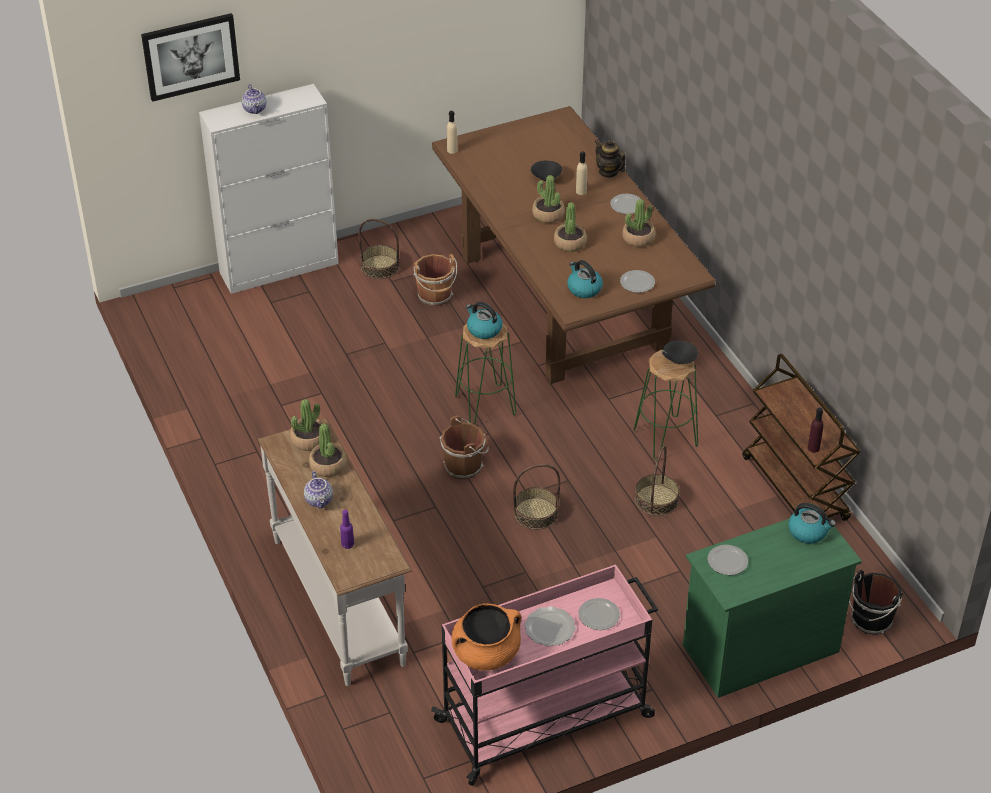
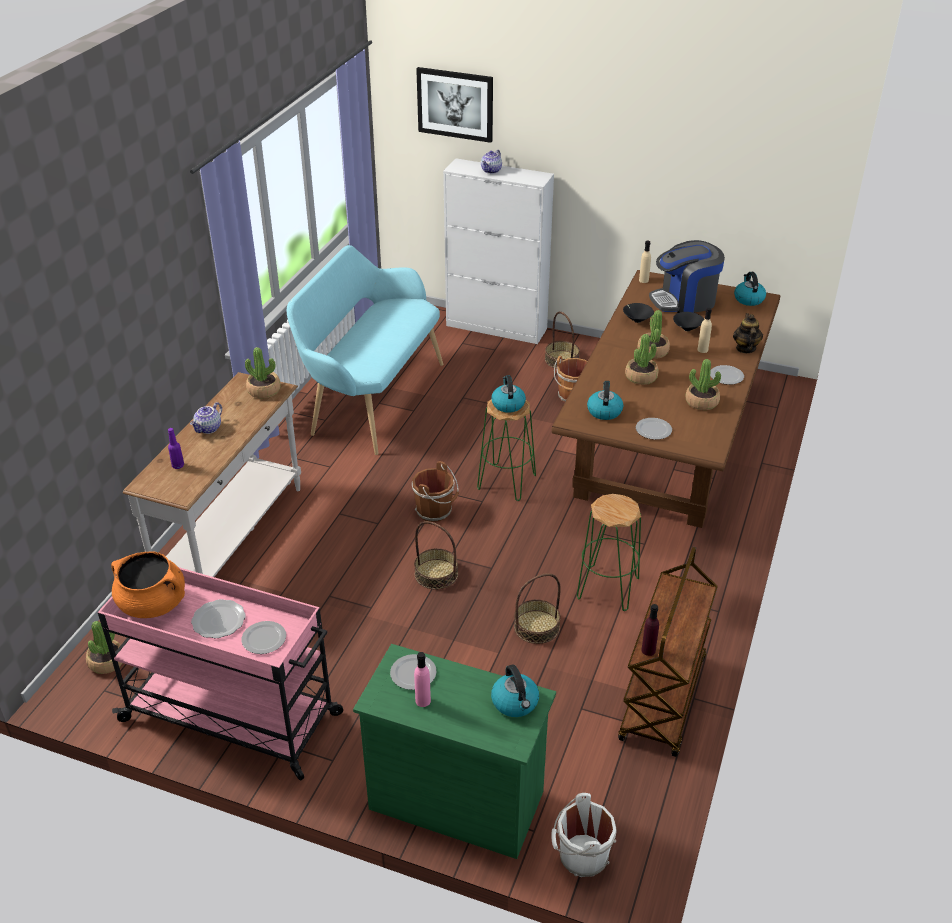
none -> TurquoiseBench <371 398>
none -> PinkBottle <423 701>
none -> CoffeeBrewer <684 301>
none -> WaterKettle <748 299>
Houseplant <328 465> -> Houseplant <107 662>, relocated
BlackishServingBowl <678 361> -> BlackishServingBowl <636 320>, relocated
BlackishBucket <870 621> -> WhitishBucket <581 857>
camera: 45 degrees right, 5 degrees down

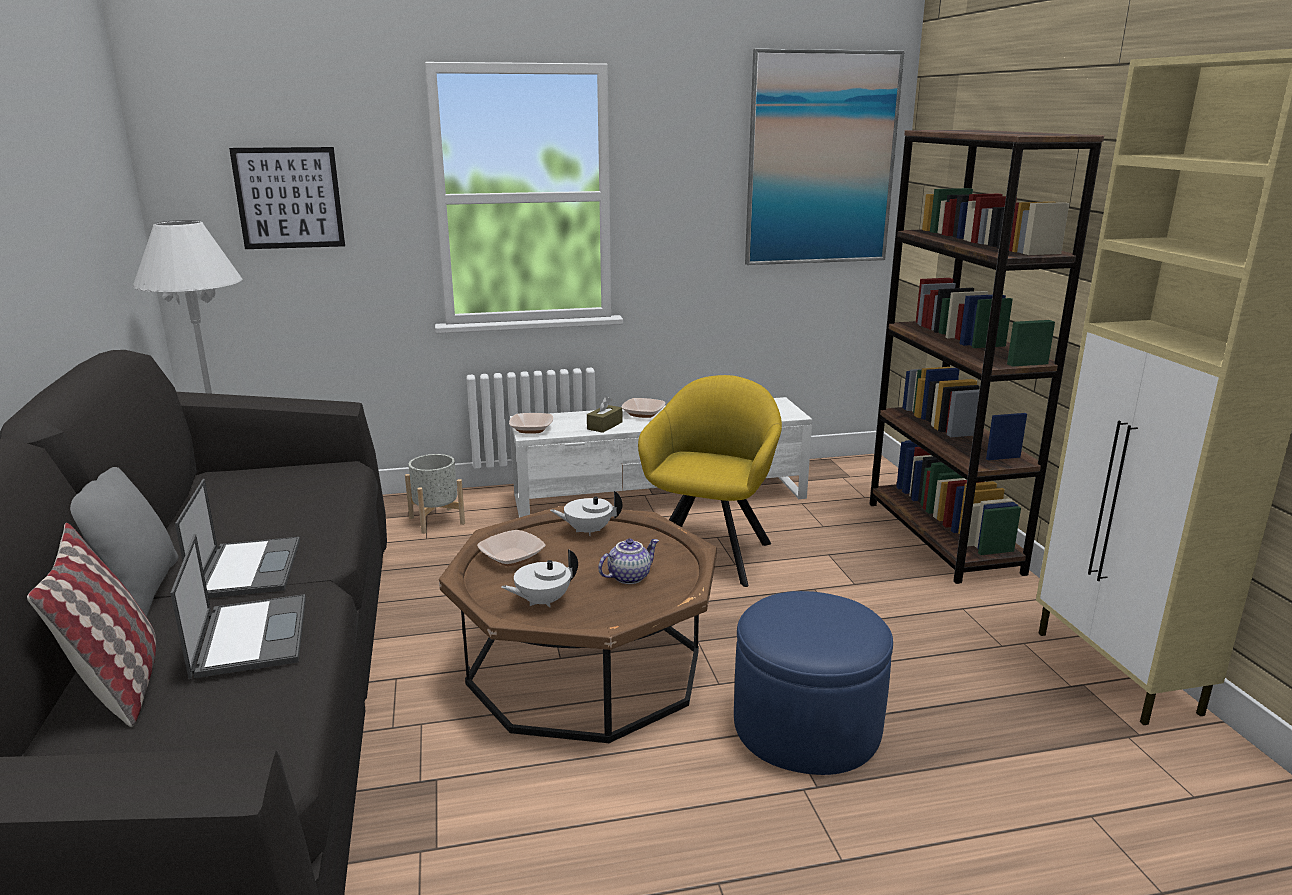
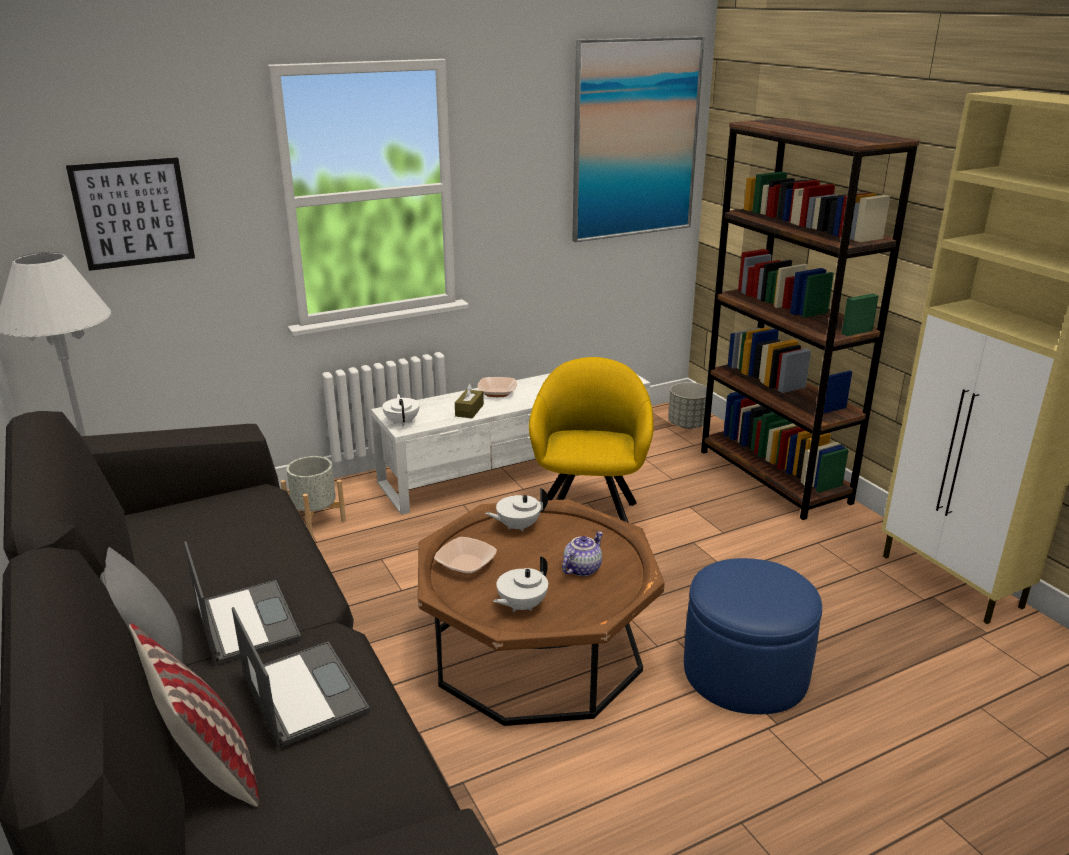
none -> GrayPlanter <688 424>
ServingBowl <531 429> -> WhitishPotForTea <402 422>
camera: 15 degrees left, 5 degrees up

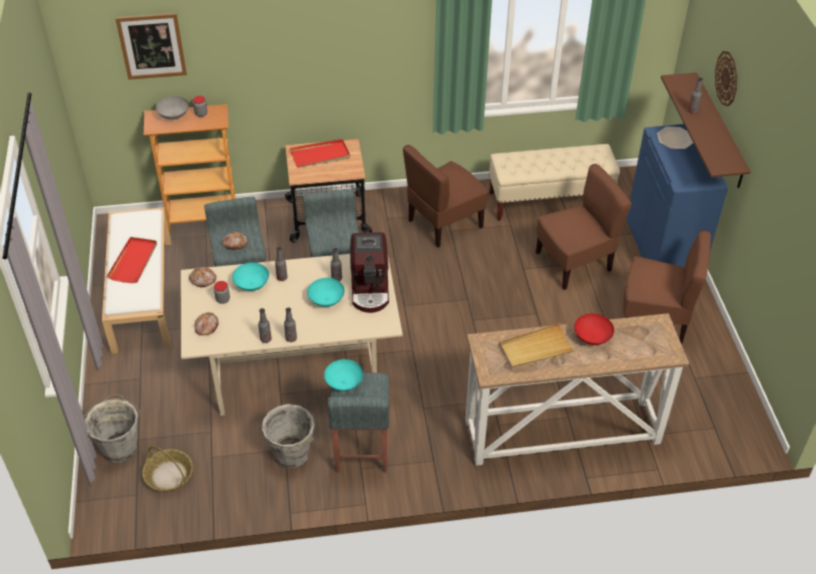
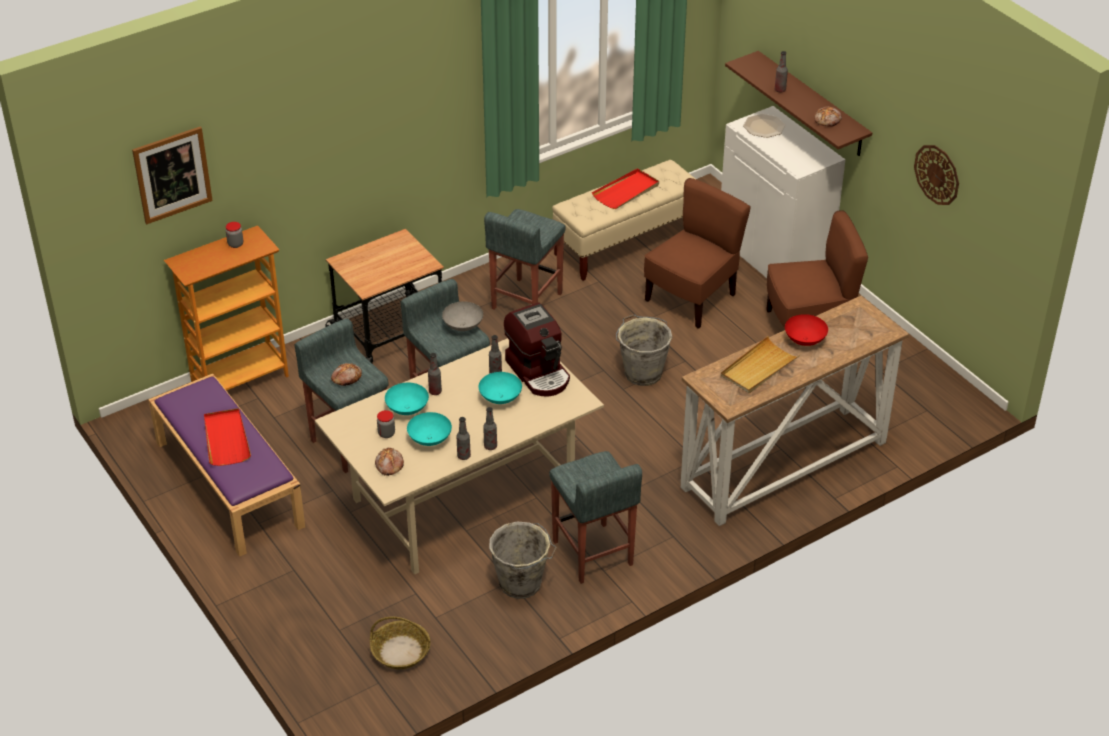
GrayBucket <120 447> -> GrayBucket <642 372>, relocated
GrayServingBowl <174 116> -> GrayServingBowl <463 326>, relocated
Bread <203 280> -> Bread <827 120>, relocated
RedTray <320 155> -> RedTray <626 191>, relocated
TurquoiseServingBowl <343 383> -> TurquoiseServingBowl <429 440>, relocated
ClockOnTheWall <727 78> -> ClockOnTheWall <937 174>, relocated
BrownishPlainChair <444 223> -> GraySittingStool <526 301>
WhitishBench <142 293> -> PurpleBench <228 483>
BlueColouredStorageCabinet <664 249> -> WhitishStorageCabinet <775 257>
camera: 25 degrees left, 5 degrees down

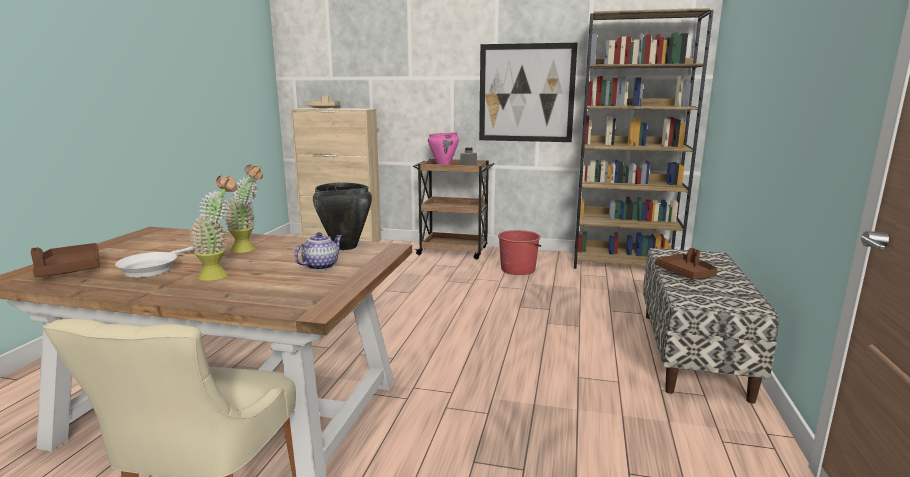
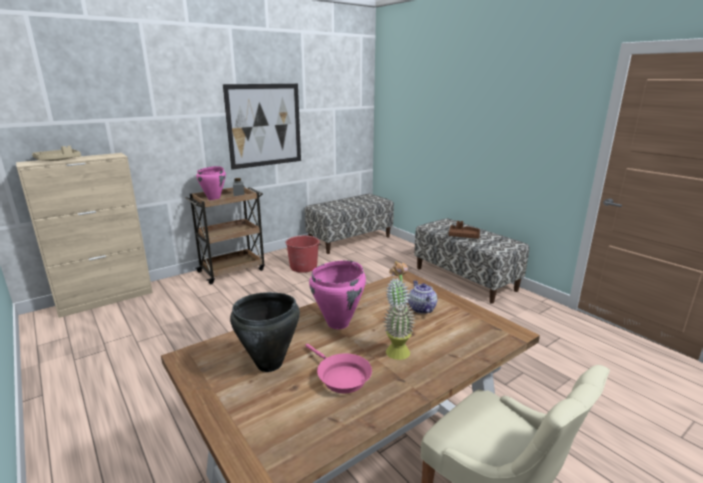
BrownishTray <70 269> -> none
BlackishCookingPot <345 247> -> BlackishCookingPot <270 364>, relocated
Houseplant <249 249> -> PinkCookingPot <338 323>
BrownishBookcase <624 264> -> Bench <350 240>
WhitishFryingPan <152 269> -> PinkFryingPan <340 377>
camera: 50 degrees left, 5 degrees up

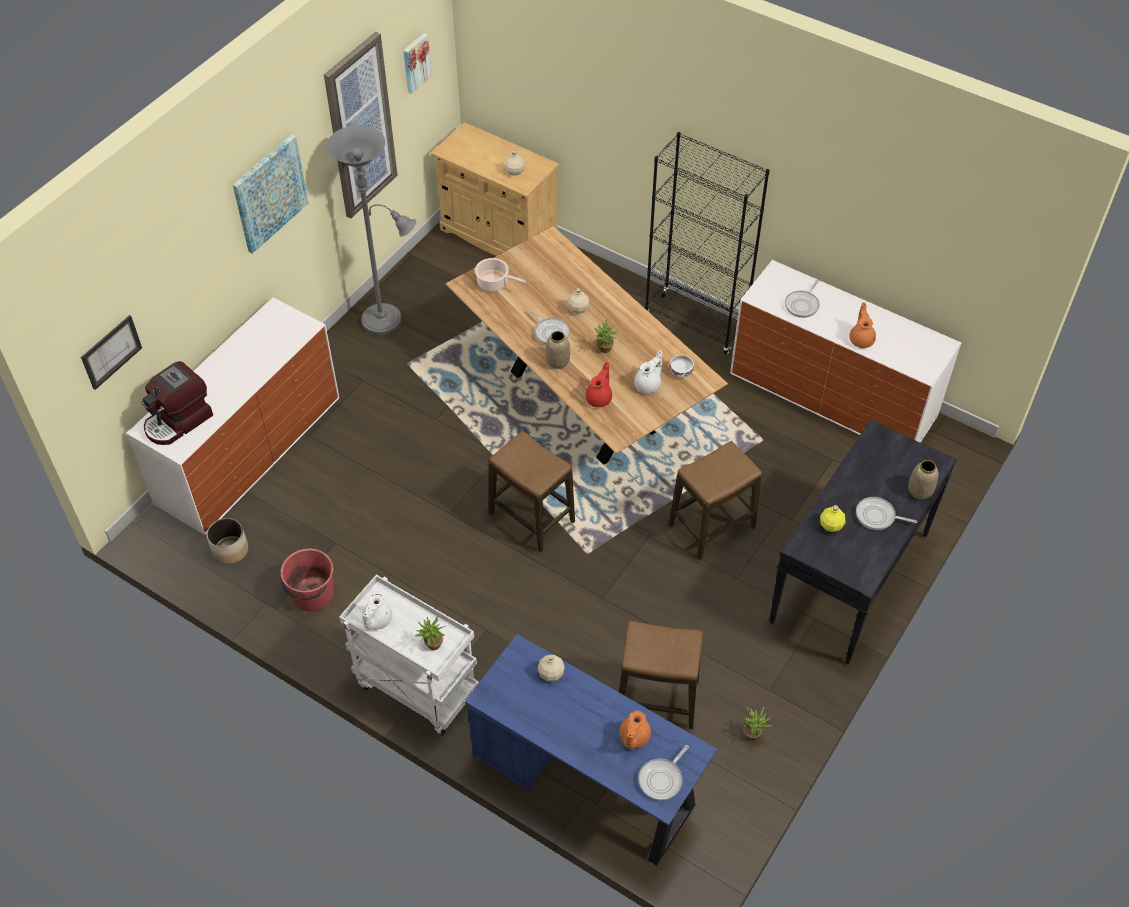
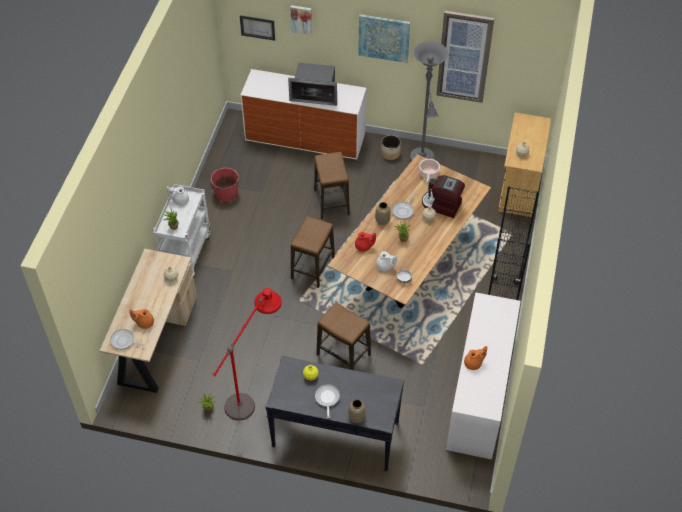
FryingPan <802 304> -> none
none -> RedFloorLamp <253 392>
none -> MicrowaveOven <315 94>
CoffeeBrewer <179 422> -> CoffeeBrewer <441 205>, relocated
Planter <230 550> -> Planter <390 153>, relocated
WallArt <415 62> -> WallArt <301 19>, relocated
SittingStool <657 699> -> SittingStool <331 202>, relocated
BlueColouredDeskTable <587 782> -> SandColouredDeskTable <155 341>
camera: 70 degrees right, 0 degrees up

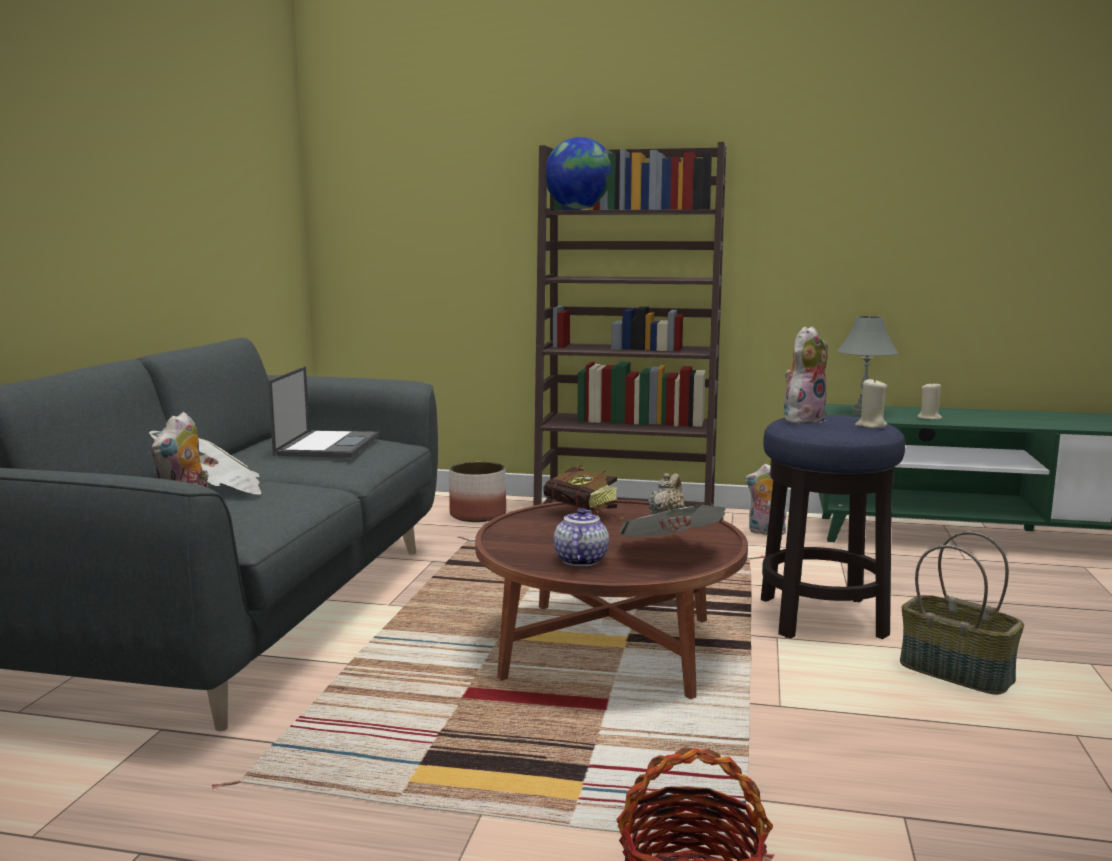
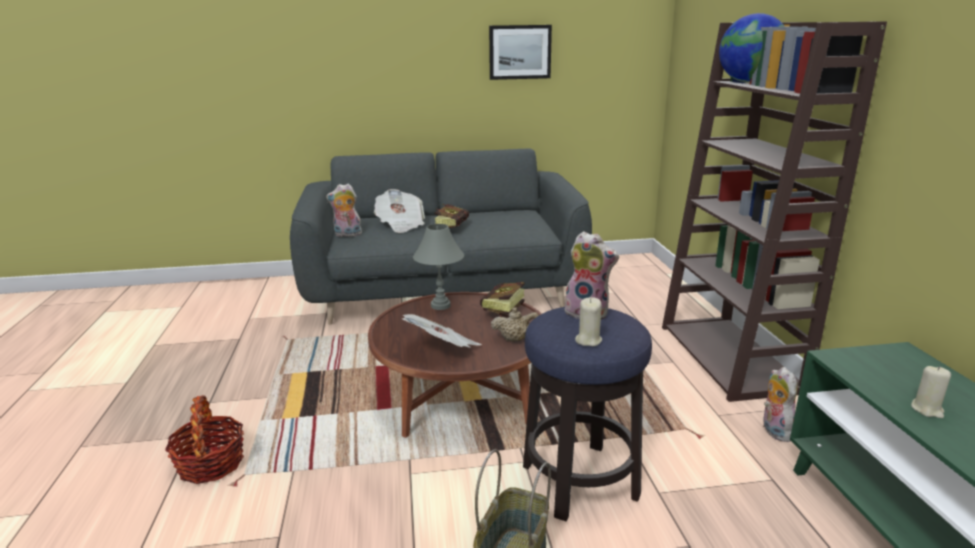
PortableComputer <328 445> -> none
Planter <478 515> -> none
PotForTea <580 560> -> none
none -> Volume <453 227>
none -> WallArt <520 52>
GrayLampForATable <863 413> -> GrayLampForATable <440 305>, relocated
camera: 70 degrees right, 10 degrees up

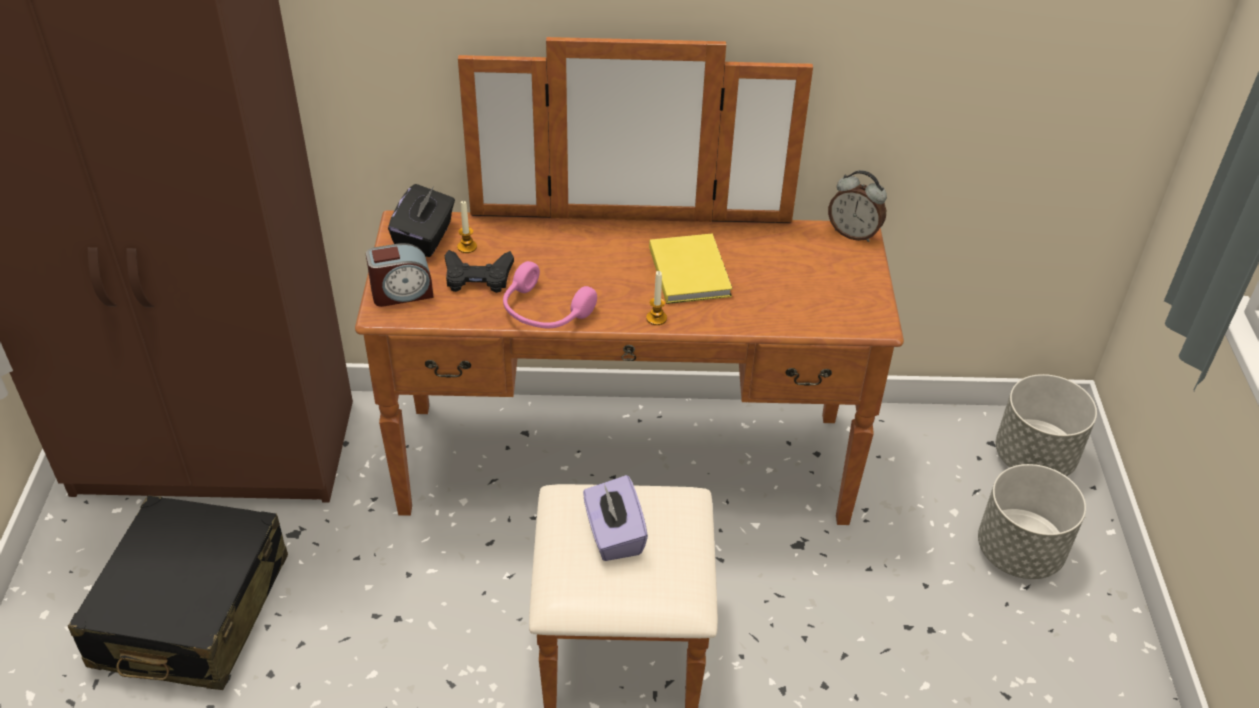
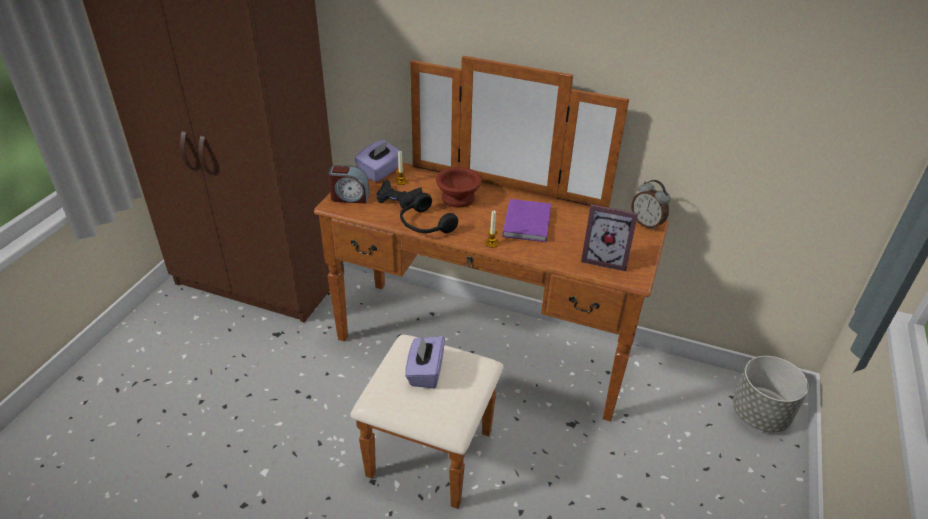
BlackishPieceOfLuggage <191 611> -> none
GrayPlanter <1019 551> -> none
none -> BrownishServingBowl <459 197>
none -> StandingFrame <605 259>
BlackishTissueHolder <425 238> -> PurpleTissueHolder <380 172>
PinkHeadset <543 312> -> BlackishHeadset <424 225>
YellowishVolume <690 270> -> PurpleVolume <528 222>
camera: 20 degrees right, 5 degrees down

